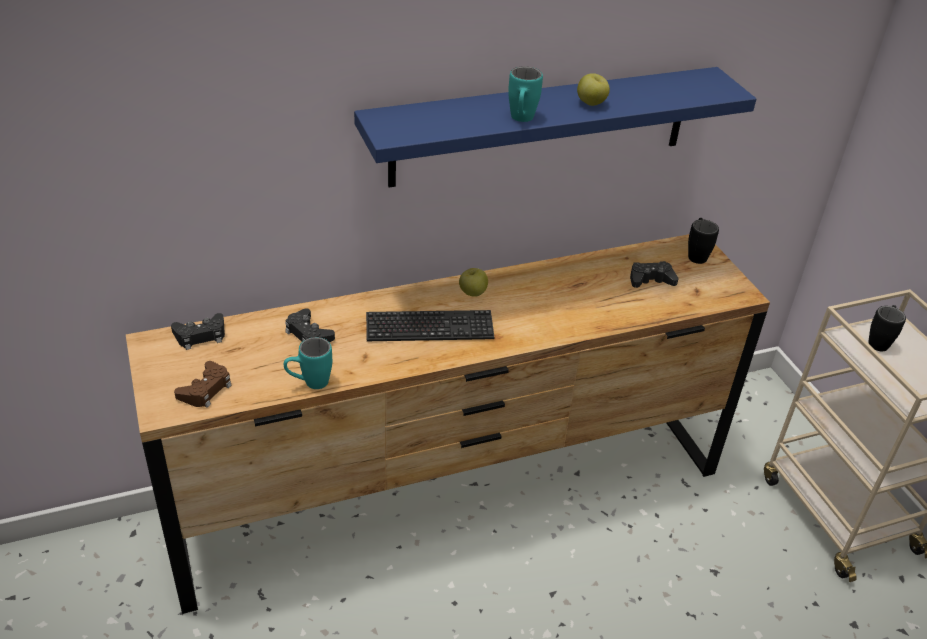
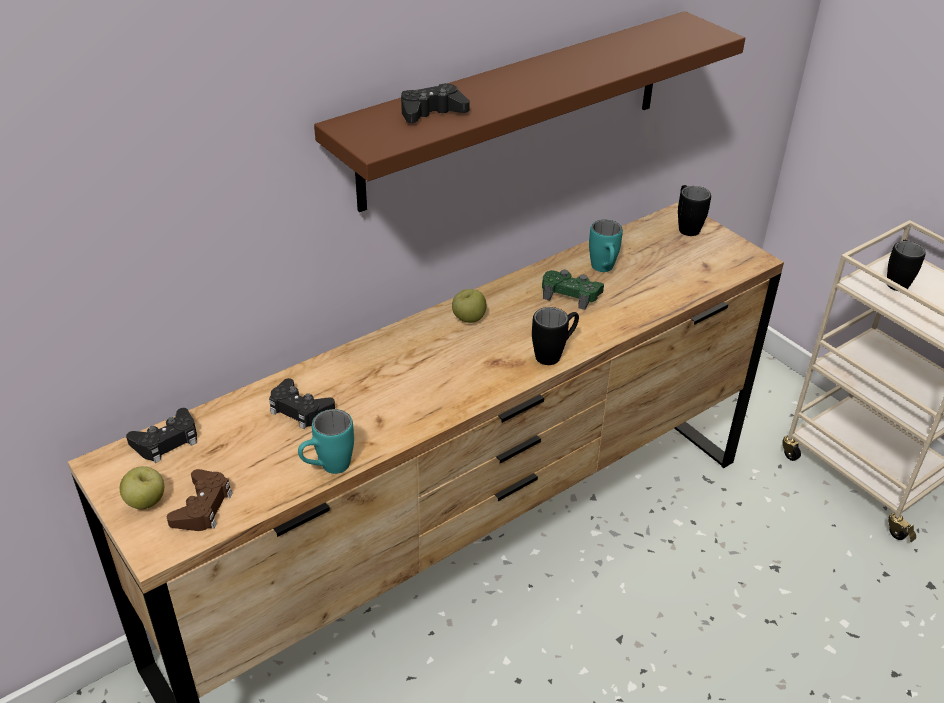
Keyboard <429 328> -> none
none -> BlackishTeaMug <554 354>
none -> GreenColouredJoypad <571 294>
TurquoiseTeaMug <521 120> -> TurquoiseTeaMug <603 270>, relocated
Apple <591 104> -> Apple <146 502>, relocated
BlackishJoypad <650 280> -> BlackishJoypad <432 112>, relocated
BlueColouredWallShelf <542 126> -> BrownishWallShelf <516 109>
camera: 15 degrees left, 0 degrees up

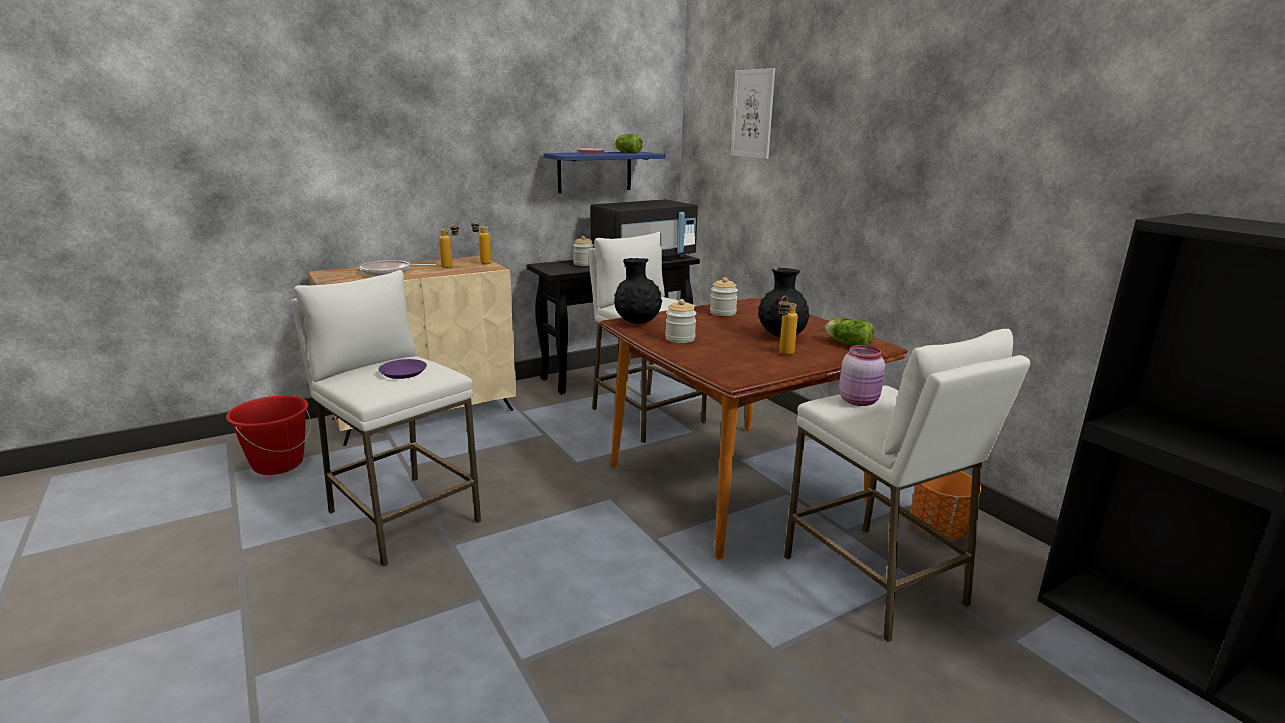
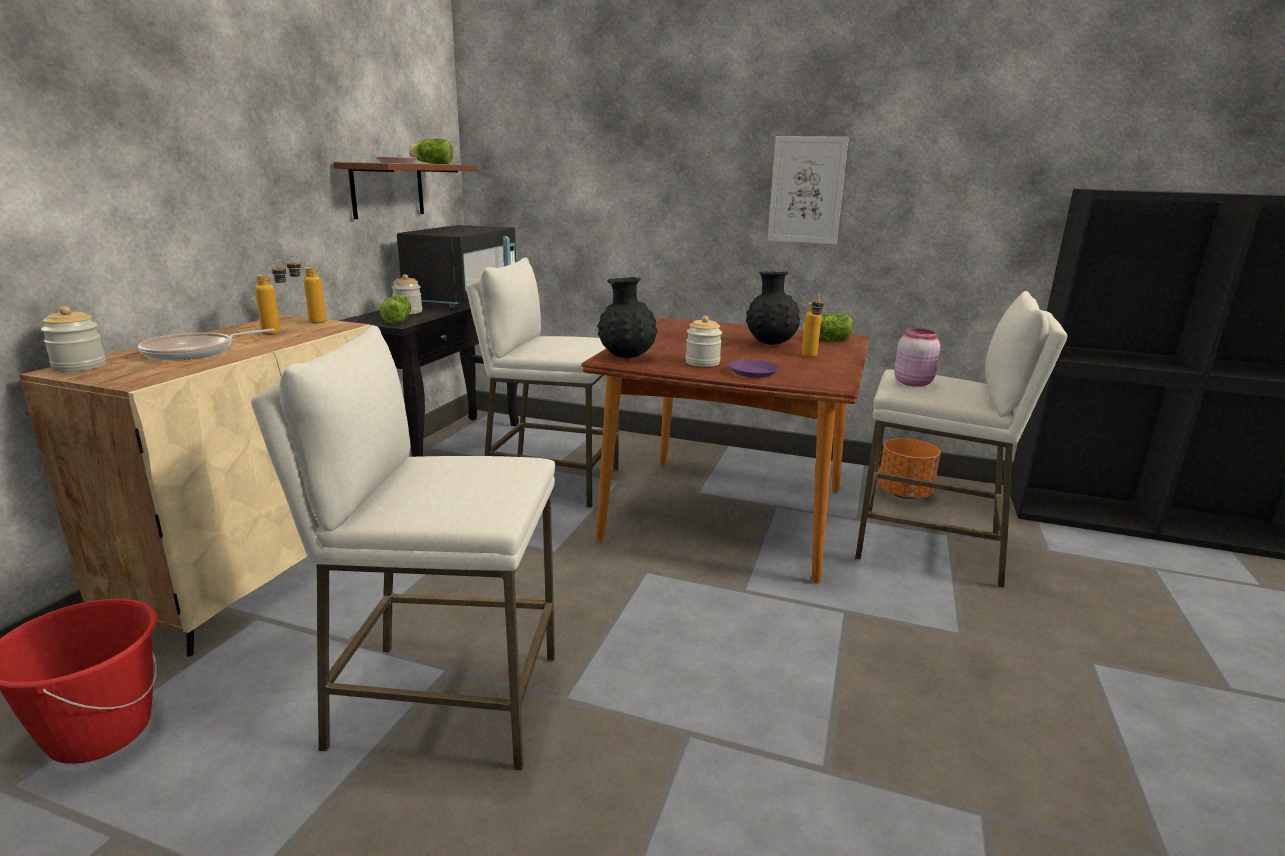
none -> HeadOfLettuce <398 320>
PurplePlate <403 372> -> PurplePlate <753 372>, relocated
PreserveJar <723 312> -> PreserveJar <79 366>, relocated
WallArt <752 114> -> WallArt <806 190>, relocated
BlueColouredWallShelf <594 172> -> BrownishWallShelf <388 190>
camera: 40 degrees left, 0 degrees up

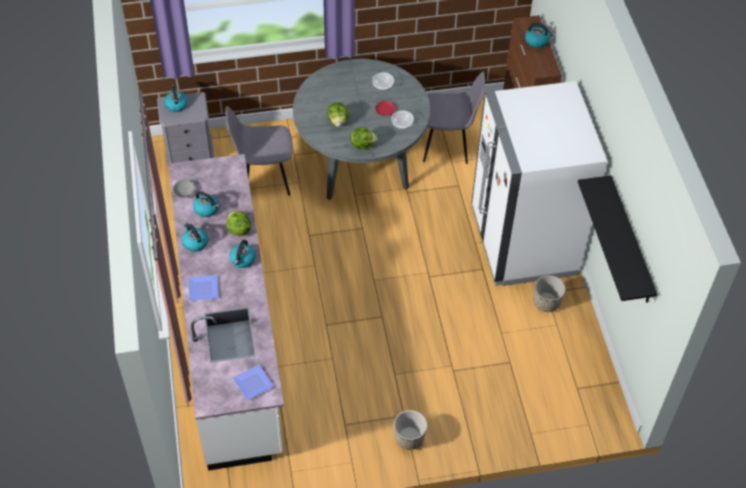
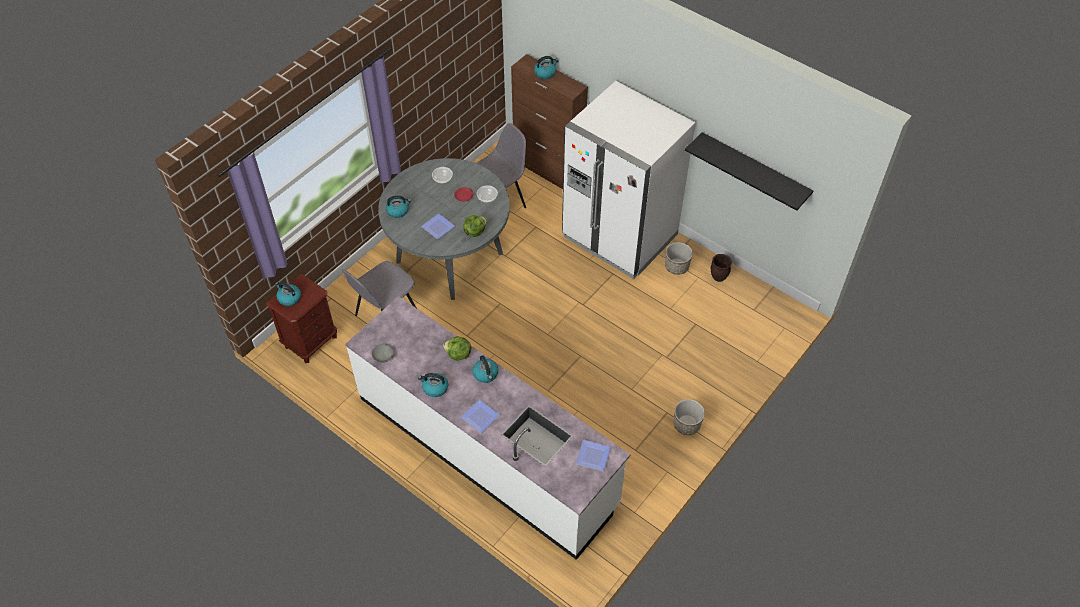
none -> BrownishPlanter <719 277>
WaterKettle <207 209> -> WaterKettle <398 211>, relocated
HeadOfLettuce <338 121> -> Plate <438 226>
GrayNightstand <191 158> -> BrownishNightstand <311 341>
camera: 40 degrees left, 0 degrees up

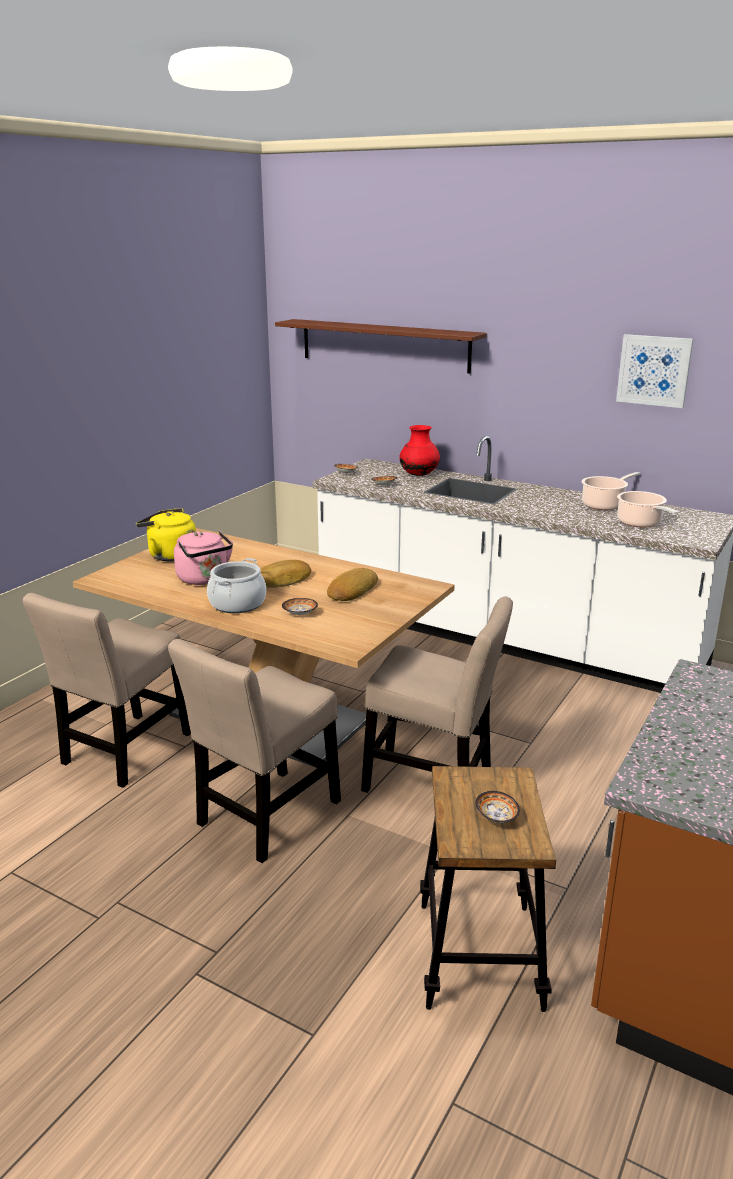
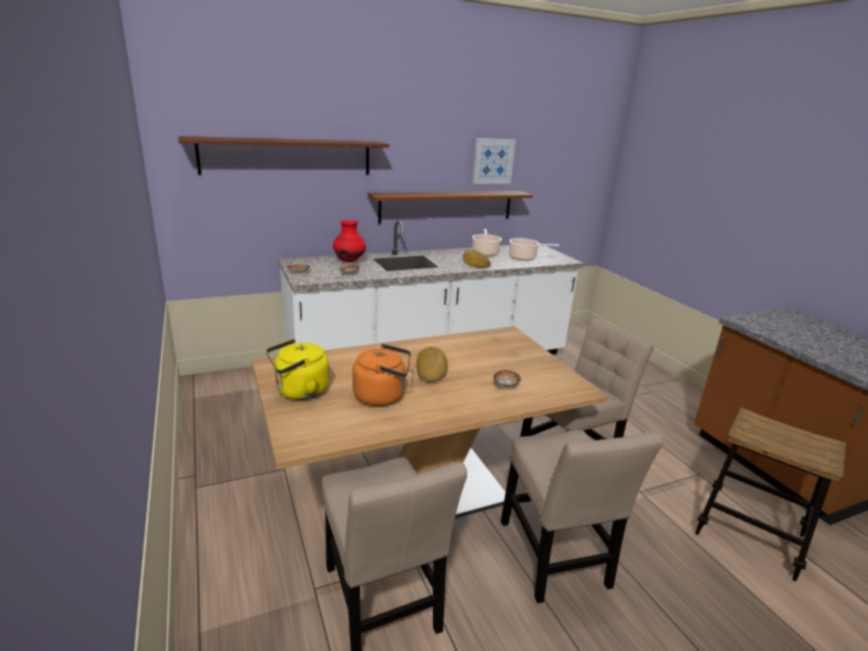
CookingPot <237 604> -> none
ServingBowl <496 817> -> none
none -> BrownishWallShelf <447 206>
Bread <351 590> -> Bread <475 263>, relocated
PinkWaterKettle <204 579> -> OrangeyWaterKettle <382 396>
camera: 55 degrees left, 0 degrees up

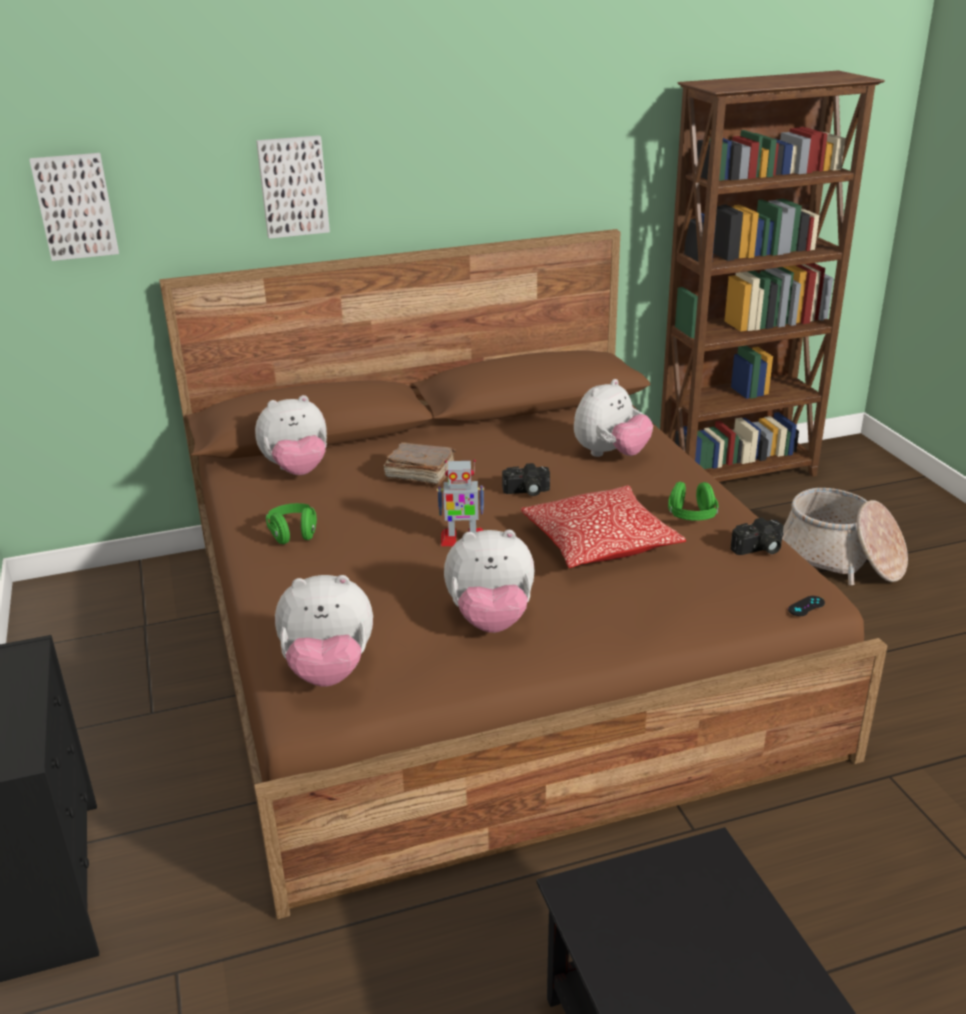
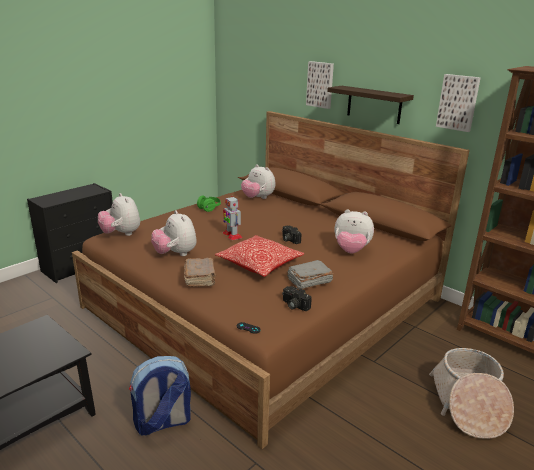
none -> Rucksack <163 423>
none -> WallShelf <374 104>
WallArt <75 206> -> WallArt <458 102>, relocated
BrownishVolume <419 474> -> BrownishVolume <200 278>, relocated
GreenColouredHeadset <691 517> -> GrayVolume <308 281>
camera: 60 degrees right, 5 degrees down

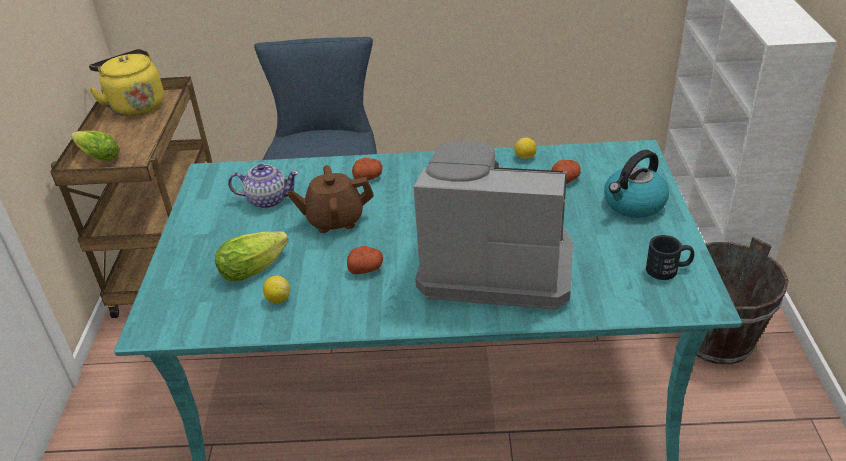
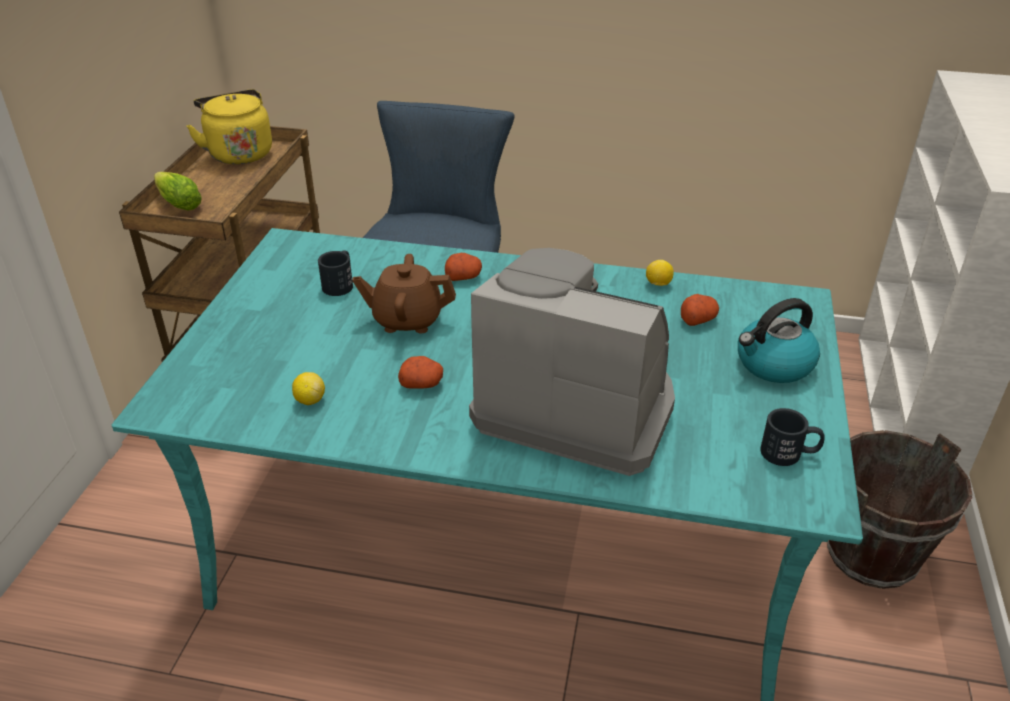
HeadOfLettuce <257 266> -> none
PotForTea <267 200> -> BlackishTeaMug <340 283>
camera: 10 degrees right, 0 degrees up

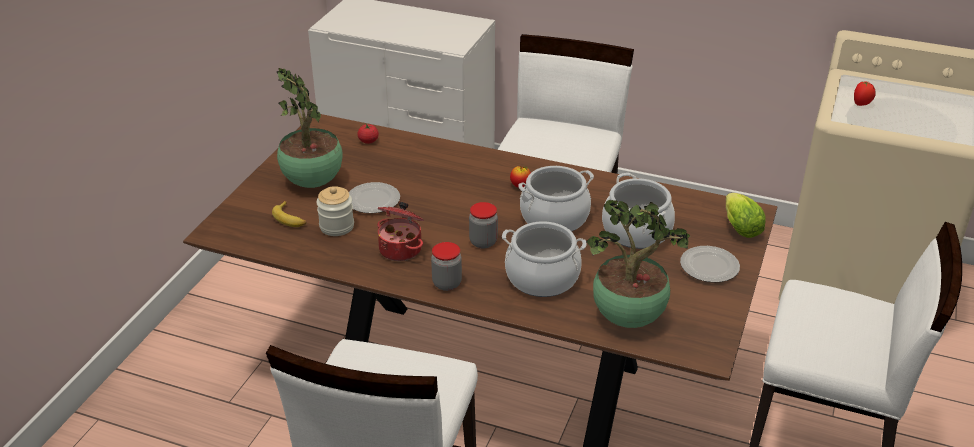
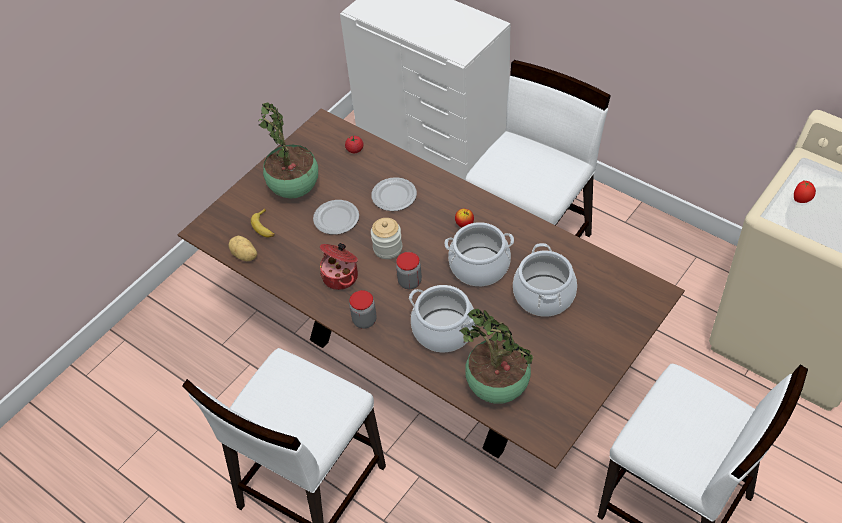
HeadOfLettuce <739 226> -> none
none -> WholePotato <244 256>
PreserveJar <337 226> -> PreserveJar <387 248>, relocated
Plate <709 267> -> Plate <394 196>, relocated
camera: 20 degrees right, 15 degrees up

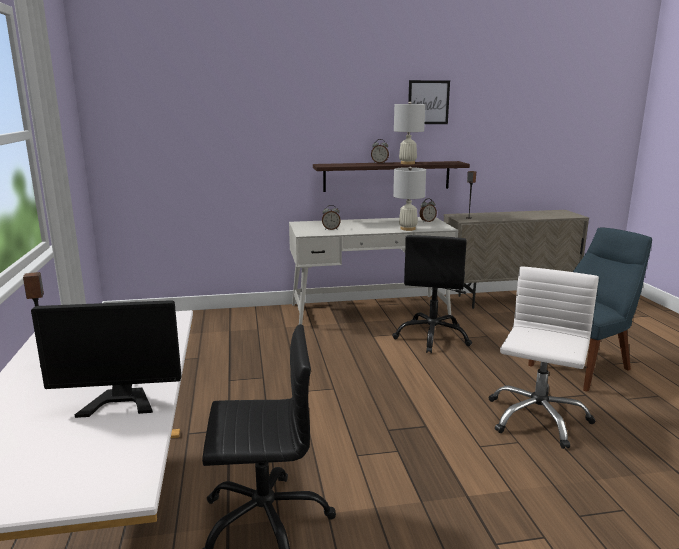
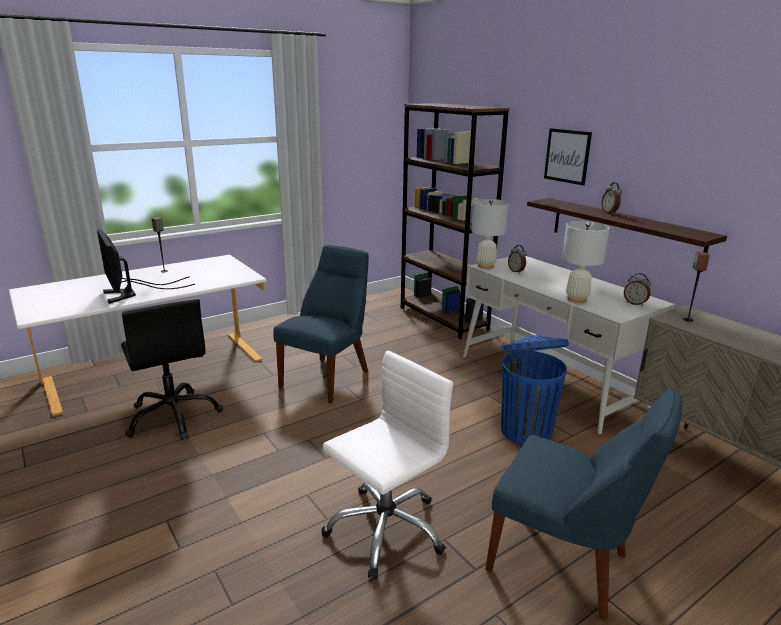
none -> BlueColouredPlainChair <328 377>
none -> BrownishBookcase <443 318>
WhitishLampForATable <407 163> -> WhitishLampForATable <485 266>, relocated
WallArt <428 102> -> WallArt <567 156>, relocated
BlackishOfficeChair <432 337> -> BlueColouredTrashCan <525 430>
WhitishOfficeChair <536 418> -> WhitishOfficeChair <385 529>, 45 degrees counterclockwise
camera: 65 degrees right, 5 degrees up

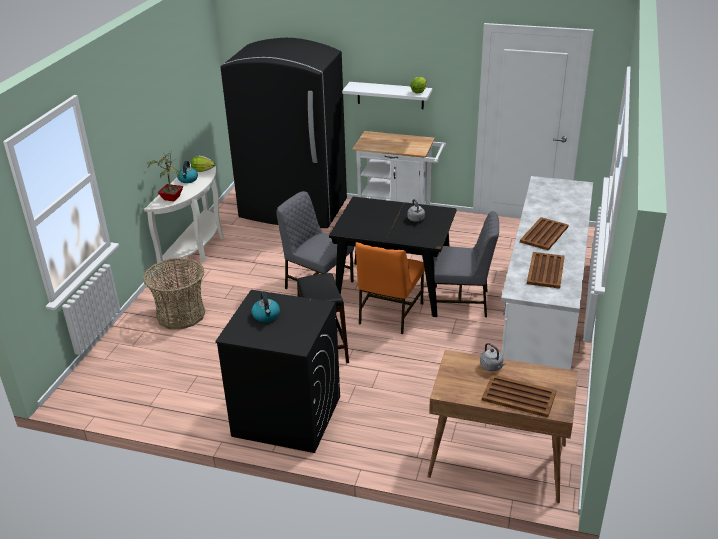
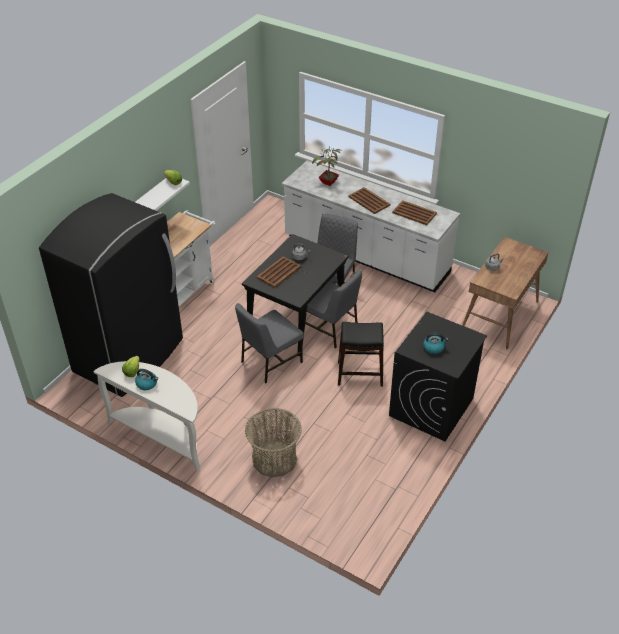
Houseplant <171 198> -> Houseplant <328 183>, relocated
BrownishTray <519 397> -> BrownishTray <279 272>, relocated
OrangeyPlainChair <389 314> -> GrayPlainChair <329 329>
camera: 75 degrees left, 10 degrees up

